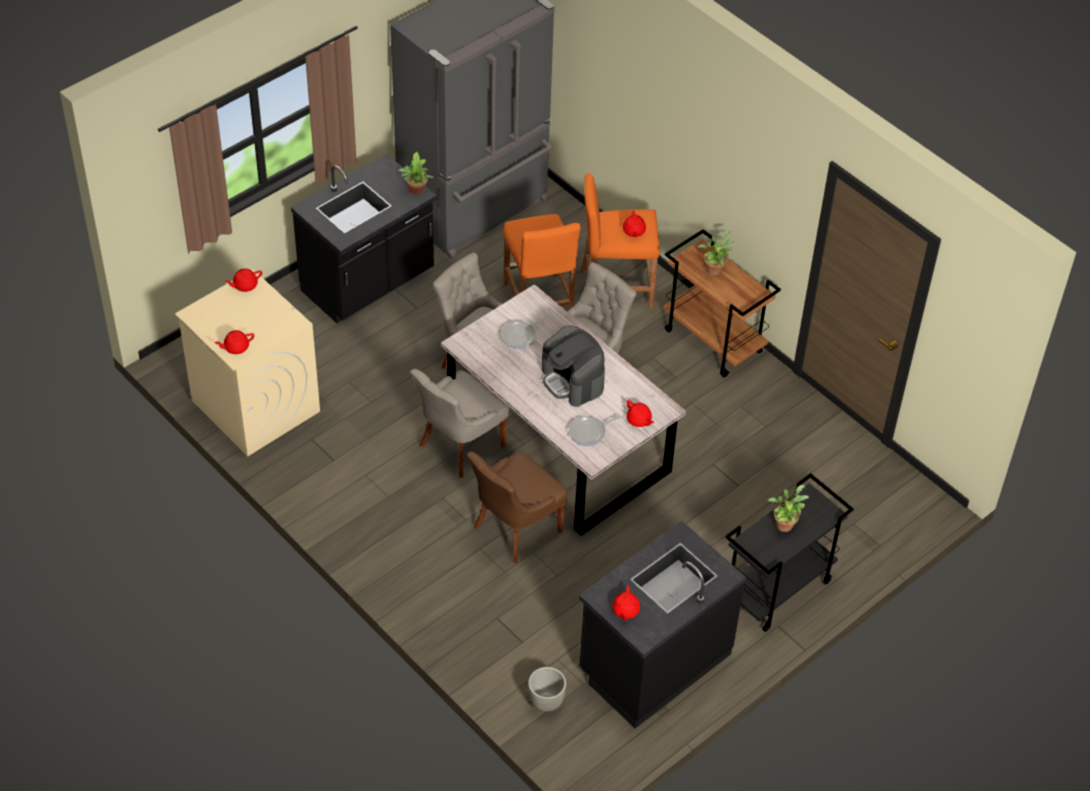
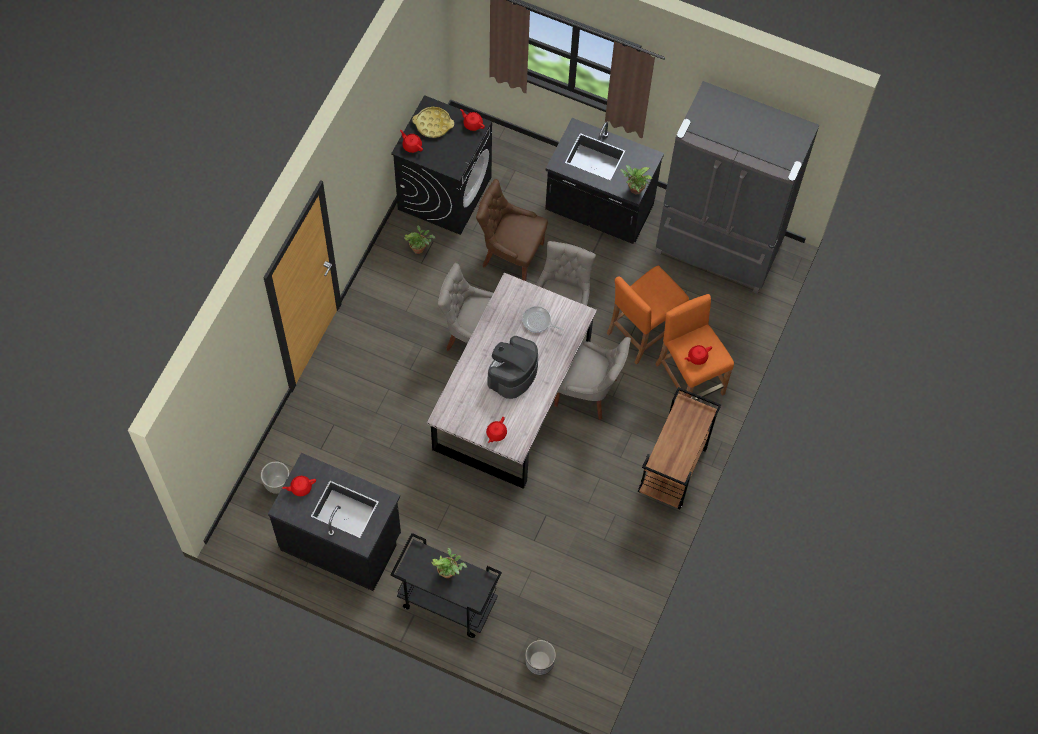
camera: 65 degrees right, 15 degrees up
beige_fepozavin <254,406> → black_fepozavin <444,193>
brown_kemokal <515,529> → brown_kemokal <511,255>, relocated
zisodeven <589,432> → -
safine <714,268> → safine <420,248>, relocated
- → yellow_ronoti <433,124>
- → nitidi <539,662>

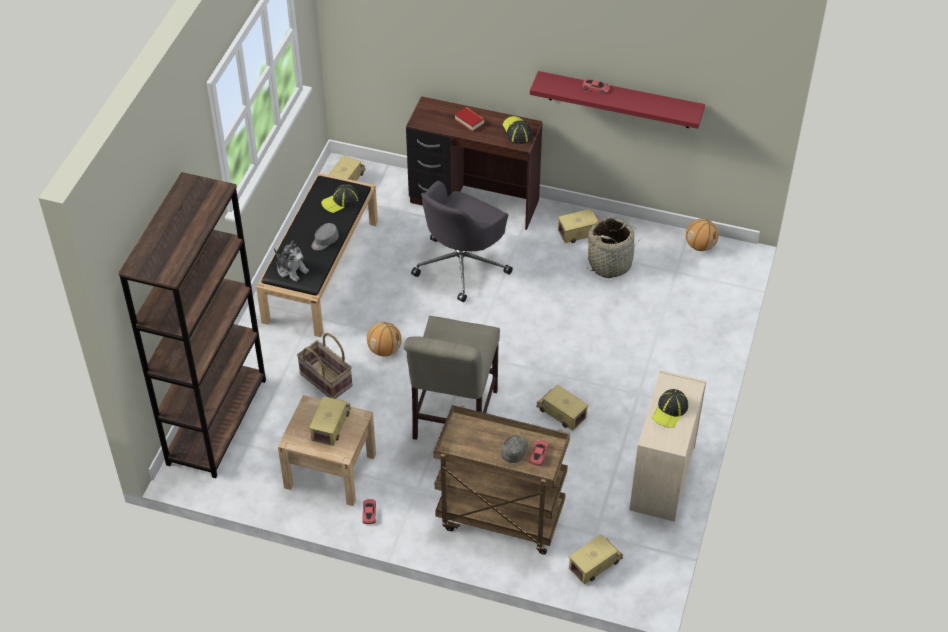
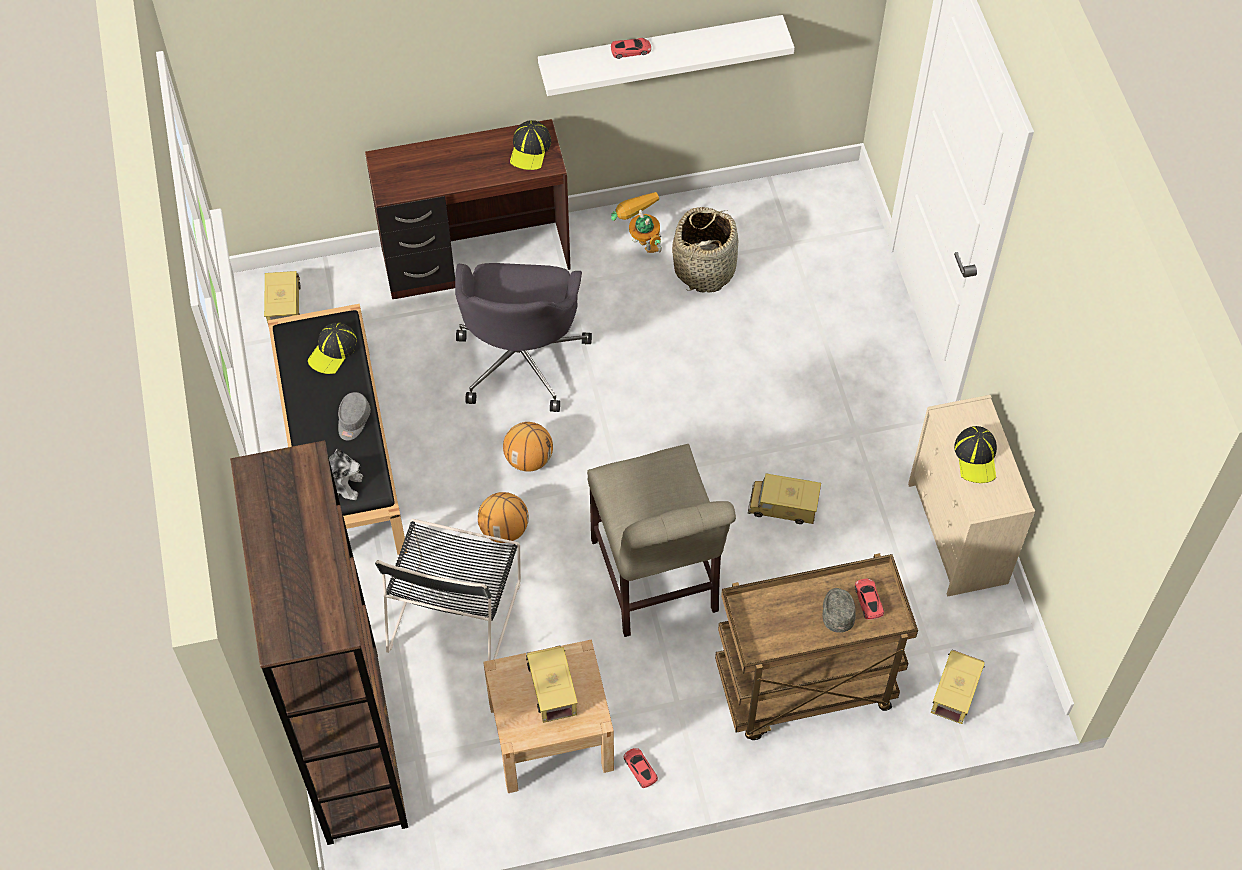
camera: 30 degrees left, 10 degrees up
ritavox <325,380> → black_kemokal <456,612>
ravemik <469,121> → -
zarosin <517,131> → zarosin <530,149>, 120 degrees counterclockwise
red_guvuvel <619,100> → white_guvuvel <660,52>
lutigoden <580,232> → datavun <640,242>
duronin <700,246> → duronin <529,459>, relocated

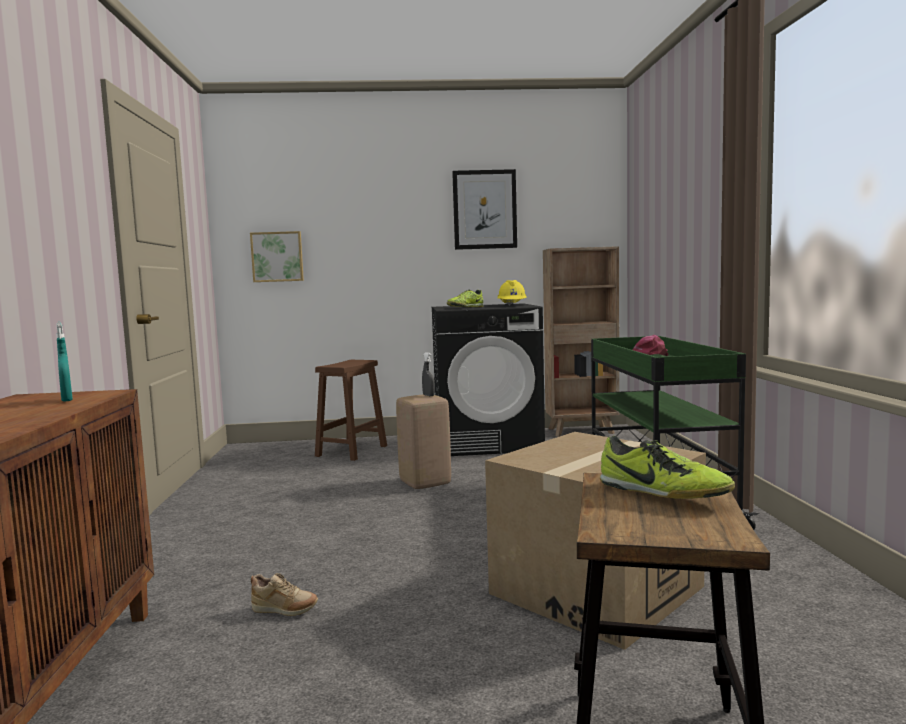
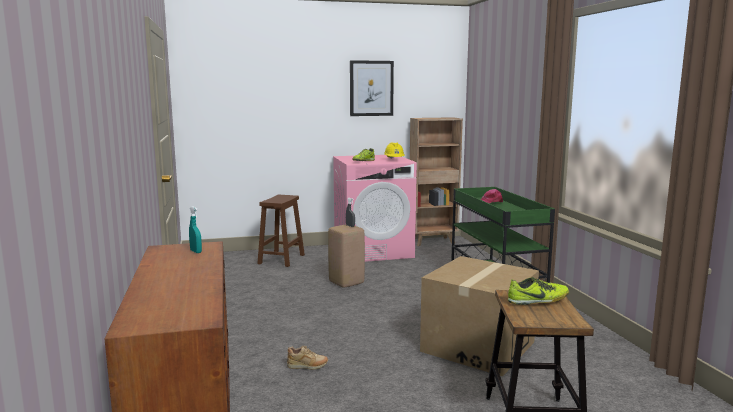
camera: 10 degrees left, 5 degrees up
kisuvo <277,257> → -
black_fepozavin <488,442> → pink_fepozavin <373,251>
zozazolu <662,492> → zozazolu <538,300>, 45 degrees counterclockwise

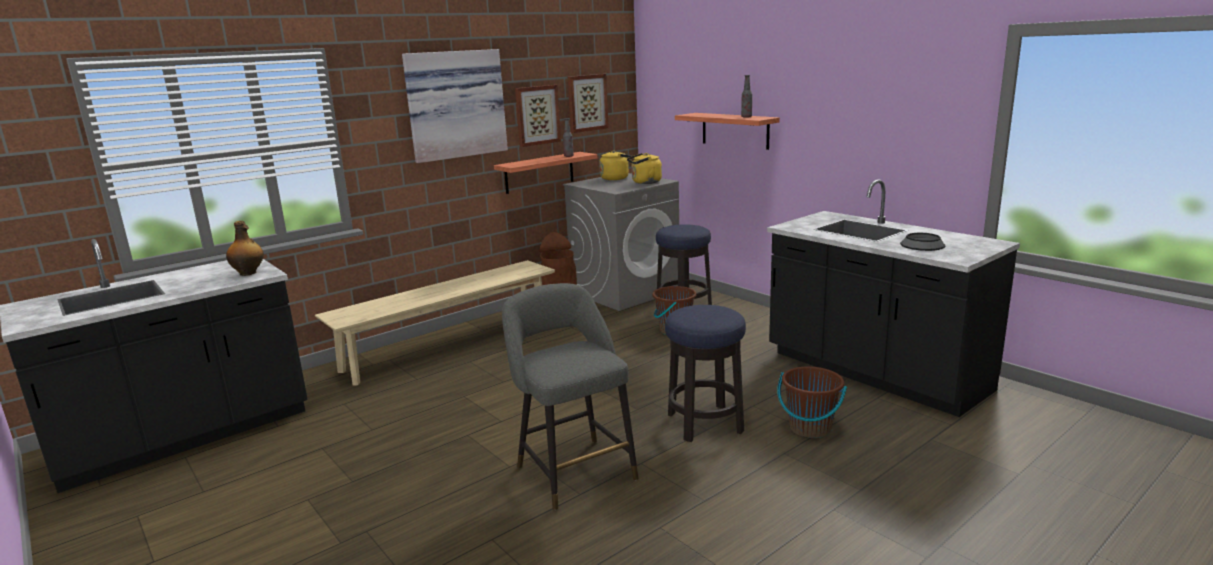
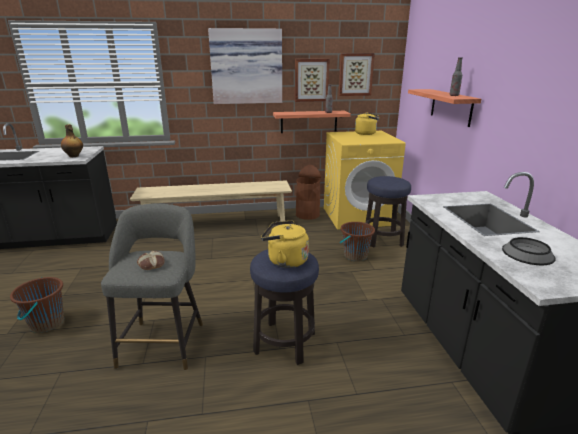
camera: 30 degrees right, 5 degrees up
grey_fepozavin <625,291> → yellow_fepozavin <358,216>
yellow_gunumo <644,182> → yellow_gunumo <285,260>, relocated
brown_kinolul <810,428> → brown_kinolul <46,323>, relocated
- → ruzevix <151,264>

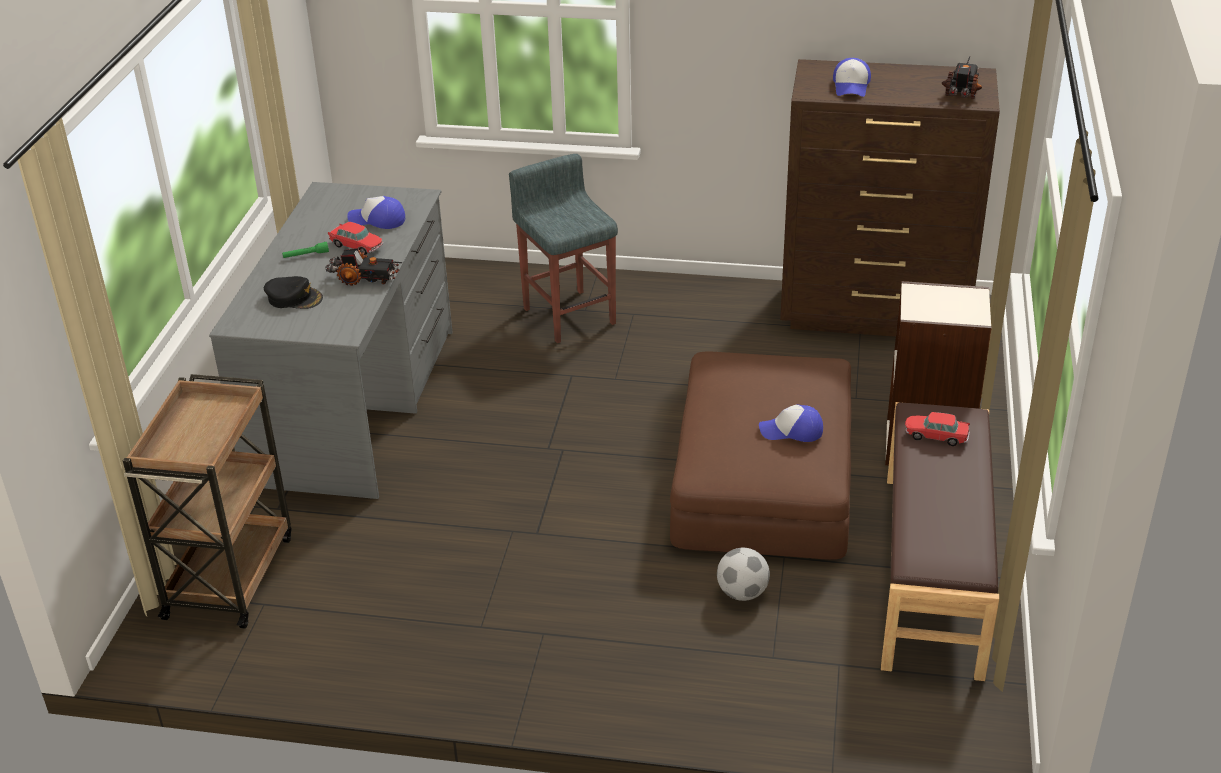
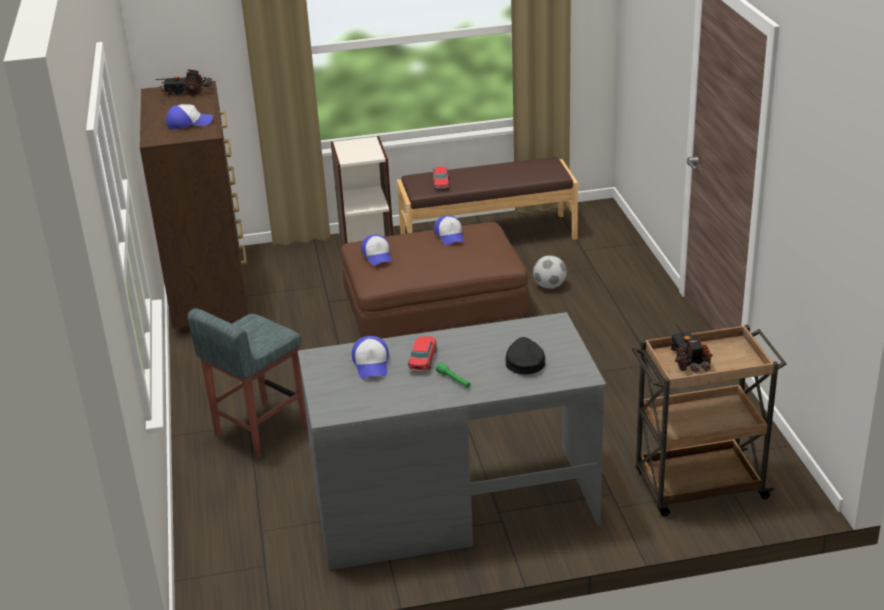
camera: 110 degrees left, 5 degrees down
lutigoden <365,279> → lutigoden <689,361>, relocated
- → zarosin <377,255>

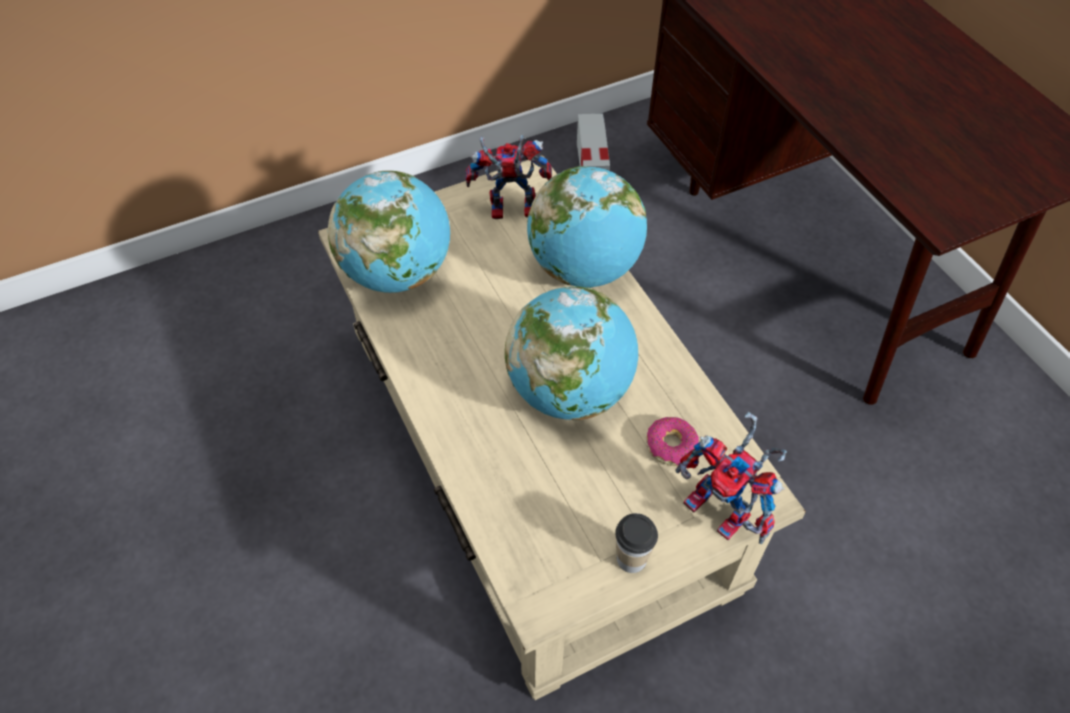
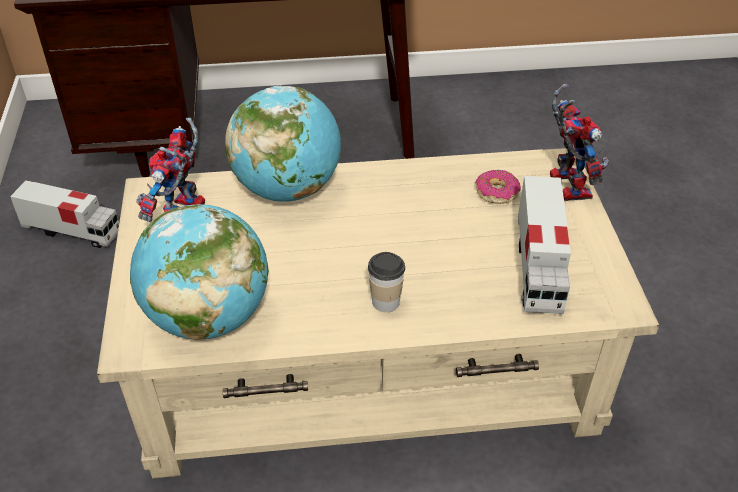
camera: 70 degrees left, 10 degrees down
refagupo <570,391> → -
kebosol <631,558> → kebosol <385,302>, relocated
datavun <724,511> → datavun <564,183>, 75 degrees counterclockwise
- → lutigoden <538,267>

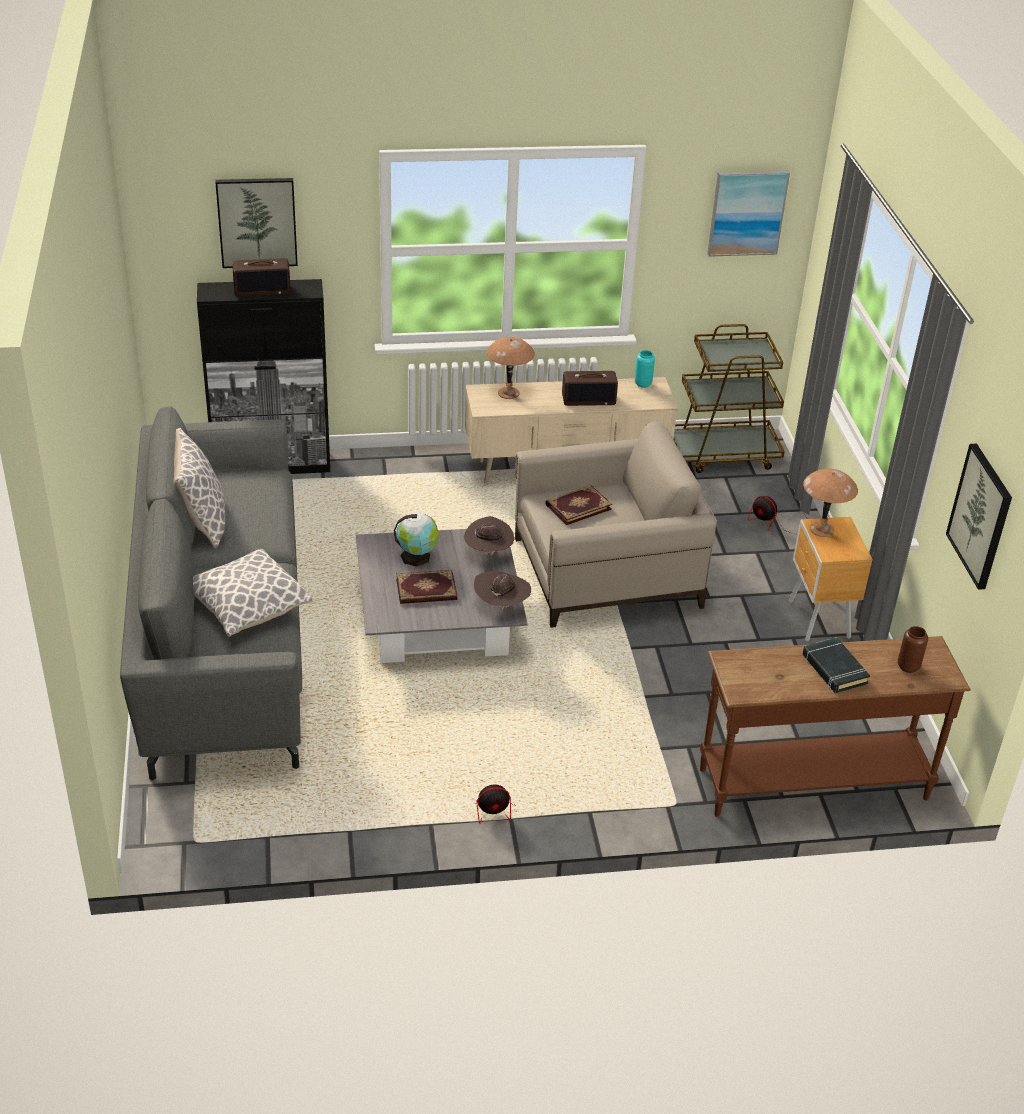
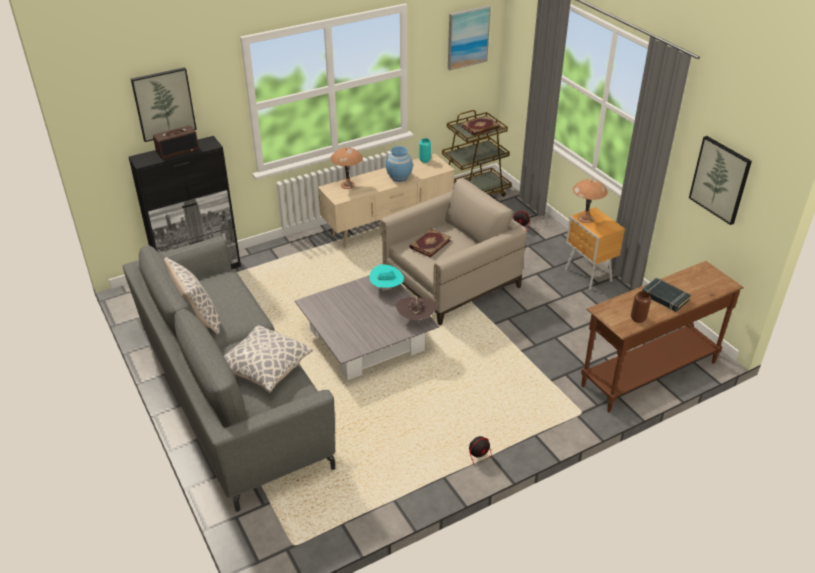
camera: 20 degrees left, 0 degrees up
refagupo <417,556> → -
ravemik <426,590> → ravemik <480,127>, relocated
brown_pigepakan <488,553> → turquoise_pigepakan <387,288>
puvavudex <589,399> → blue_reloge <399,177>
brown_reloge <908,667> → brown_reloge <638,319>, relocated

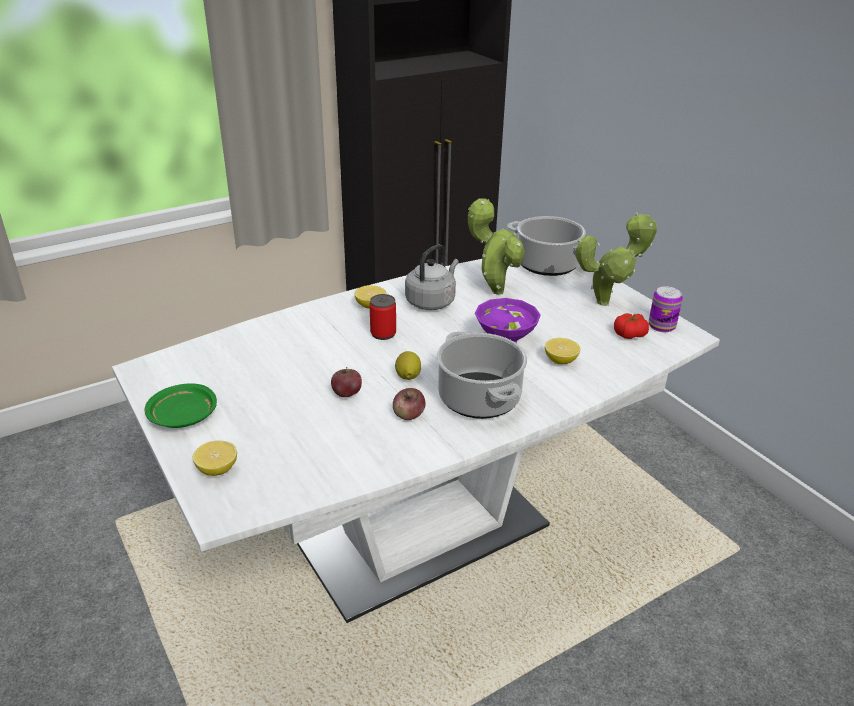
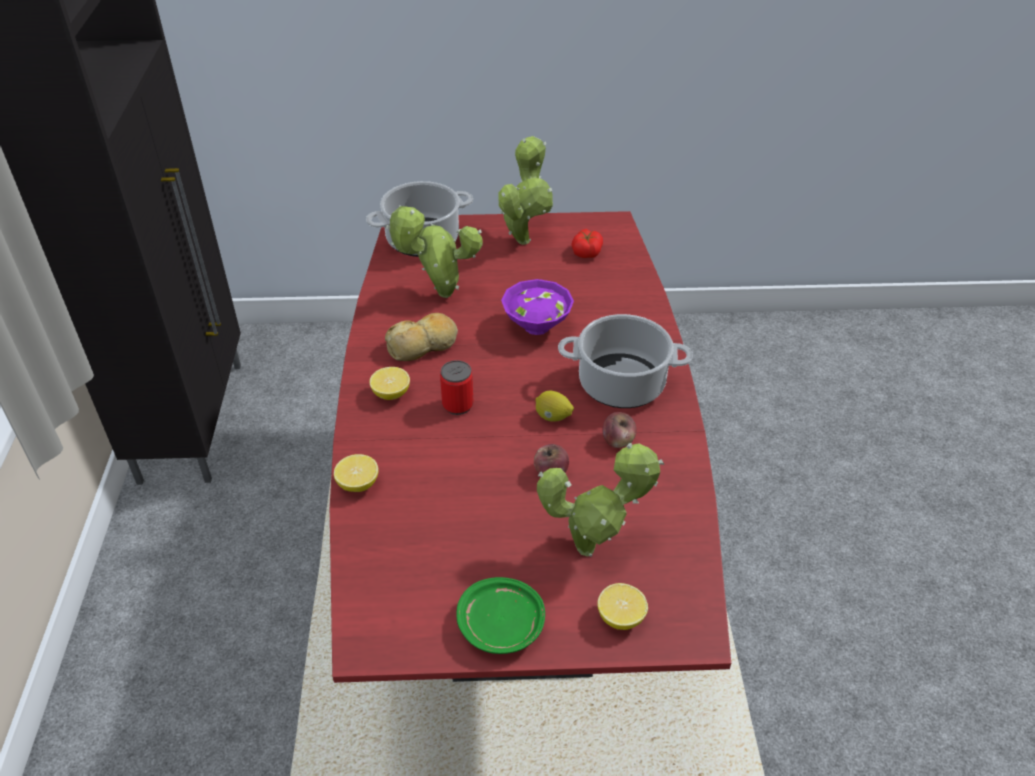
camera: 60 degrees left, 10 degrees up
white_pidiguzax <423,535> → red_pidiguzax <517,565>
grey_gunumo <432,301> → ruzevix <423,345>
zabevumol <560,361> → zabevumol <358,484>, relocated
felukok <661,326> → -
- → safine <593,547>

